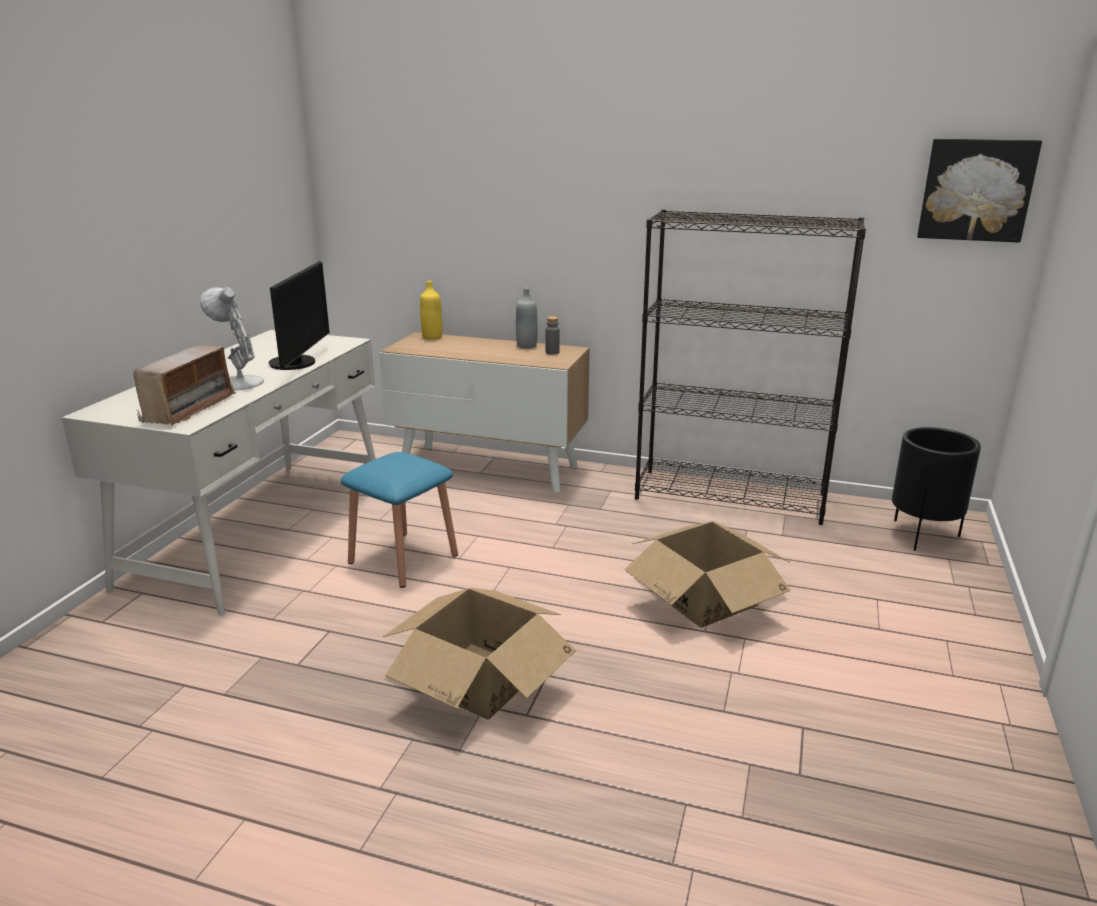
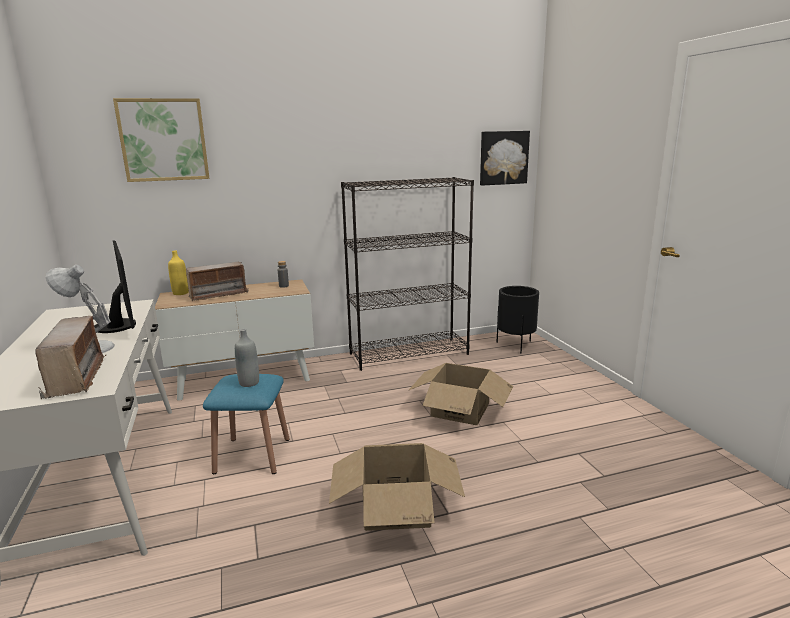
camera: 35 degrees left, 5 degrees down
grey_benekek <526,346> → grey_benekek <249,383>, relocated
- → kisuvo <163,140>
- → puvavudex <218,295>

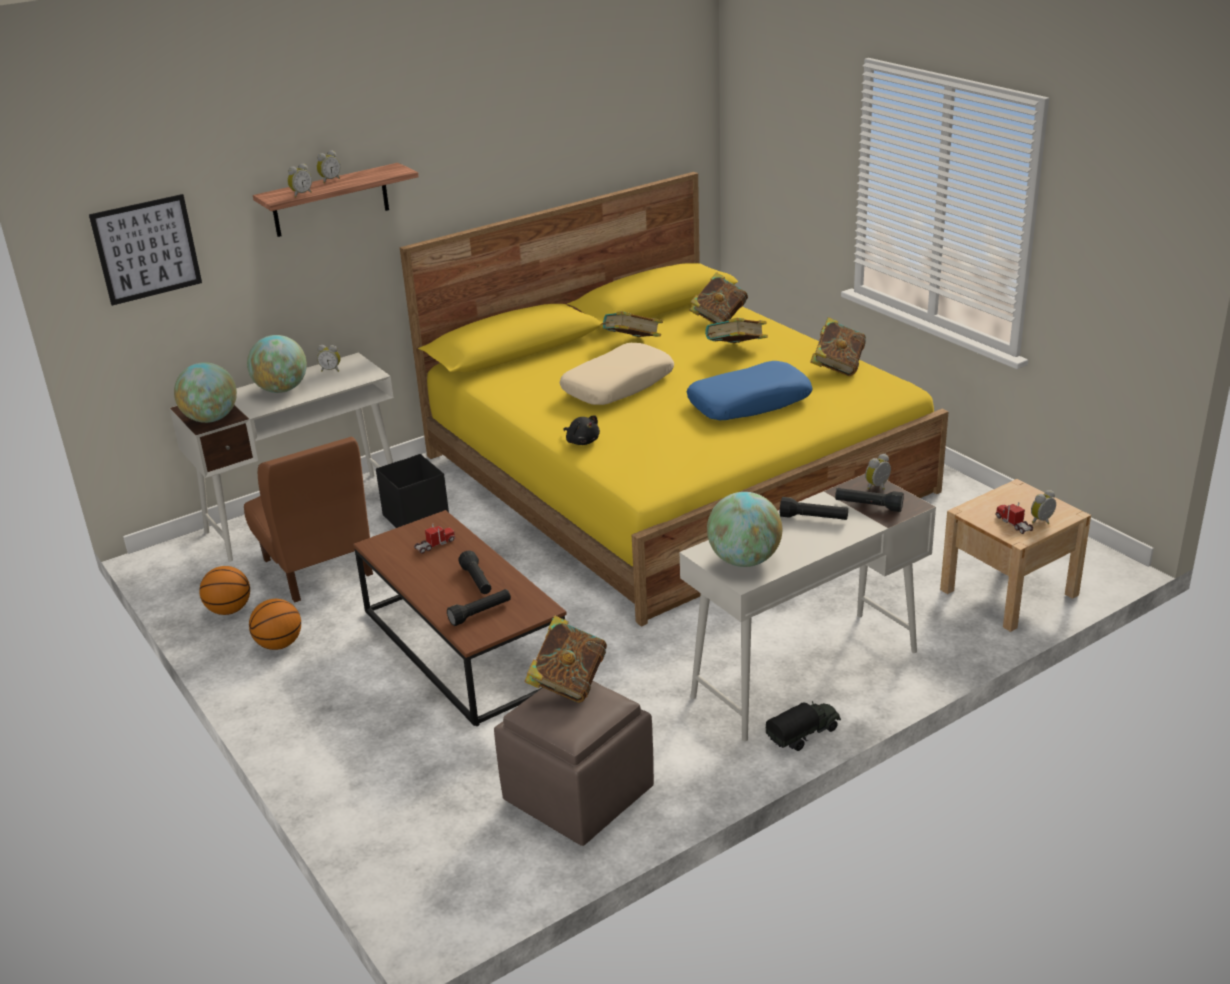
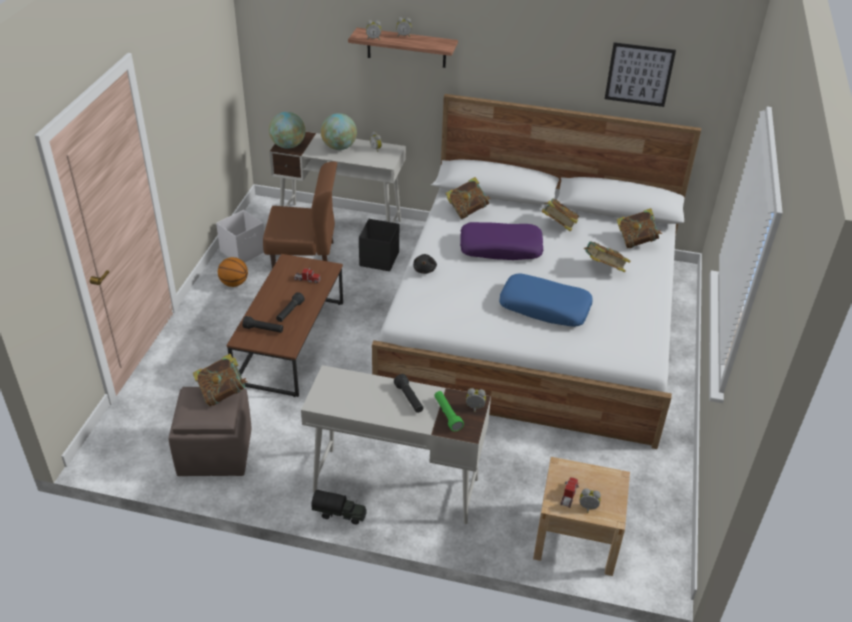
camera: 45 degrees right, 10 degrees up
kisuvo <146,249> → kisuvo <639,74>, relocated
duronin <229,610> → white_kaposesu <244,251>
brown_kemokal <317,567> → brown_kemokal <303,255>, 105 degrees counterclockwise
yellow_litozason <673,472> → white_litozason <534,322>
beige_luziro <617,385> → purple_luziro <501,248>
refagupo <744,560> → -
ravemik <837,367> → ravemik <467,211>, relocated
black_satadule <868,506> → green_satadule <447,415>

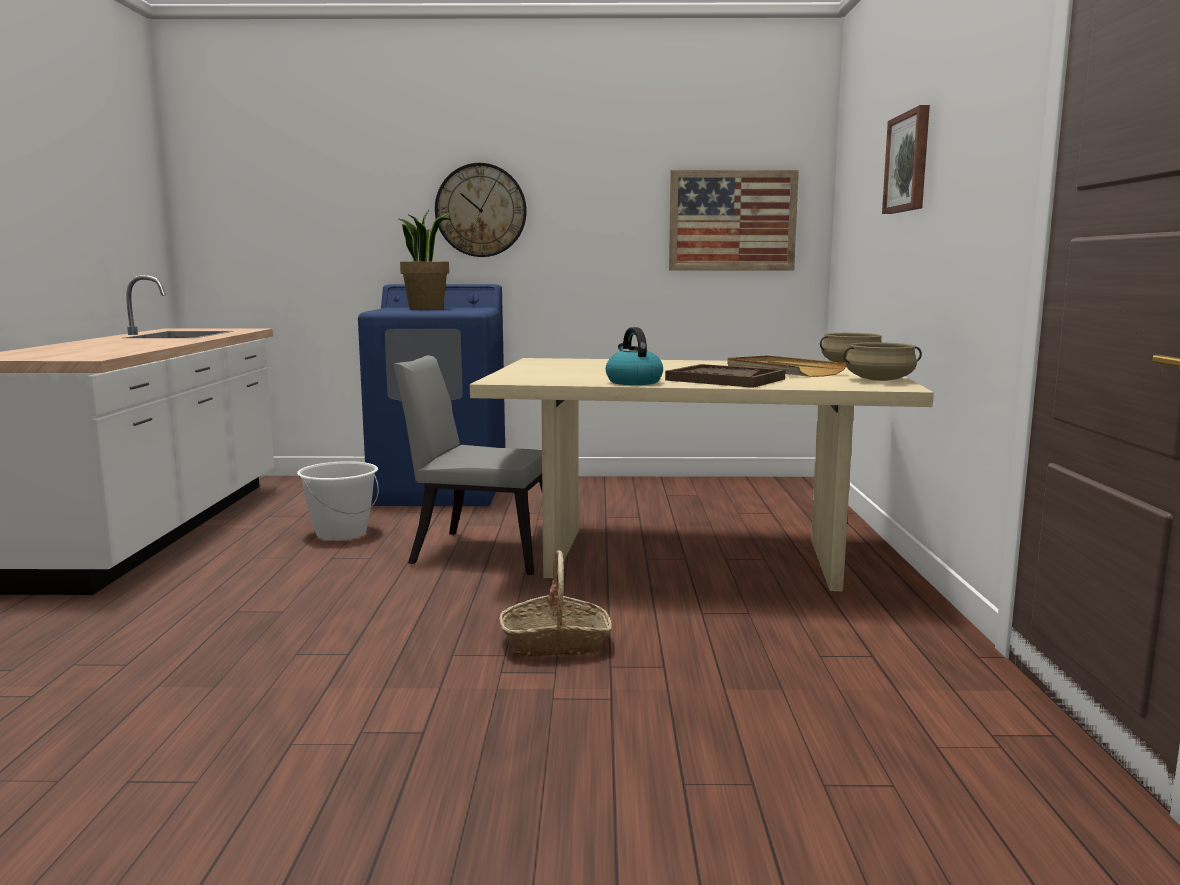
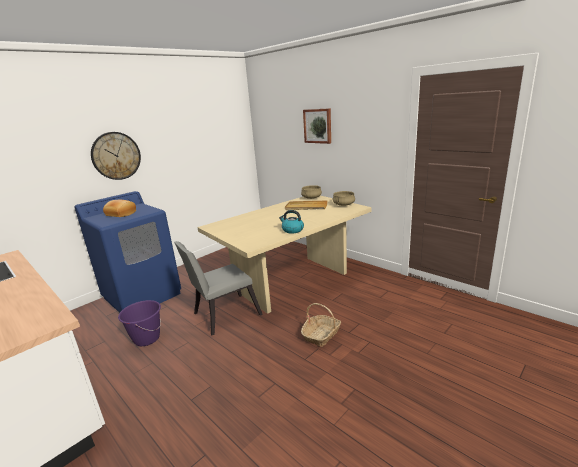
camera: 45 degrees left, 10 degrees up
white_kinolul <341,533> → purple_kinolul <146,338>
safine <426,309> → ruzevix <120,214>
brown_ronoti <724,379> → -
kisuvo <732,220> → -

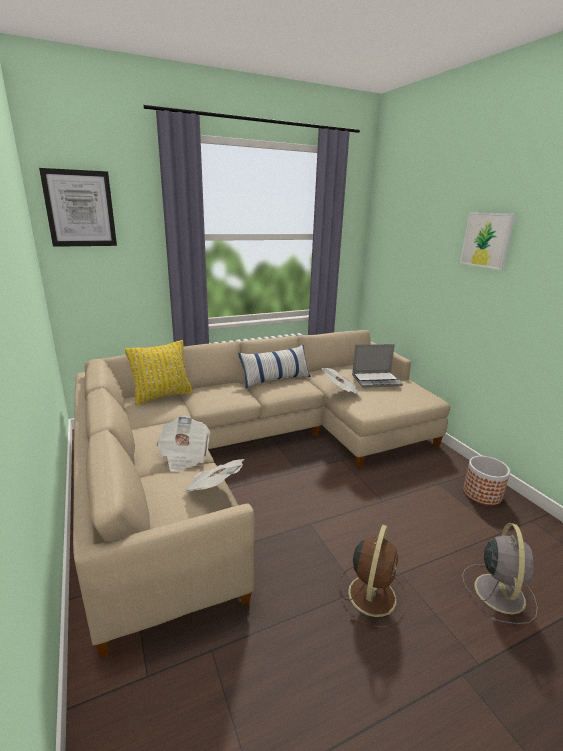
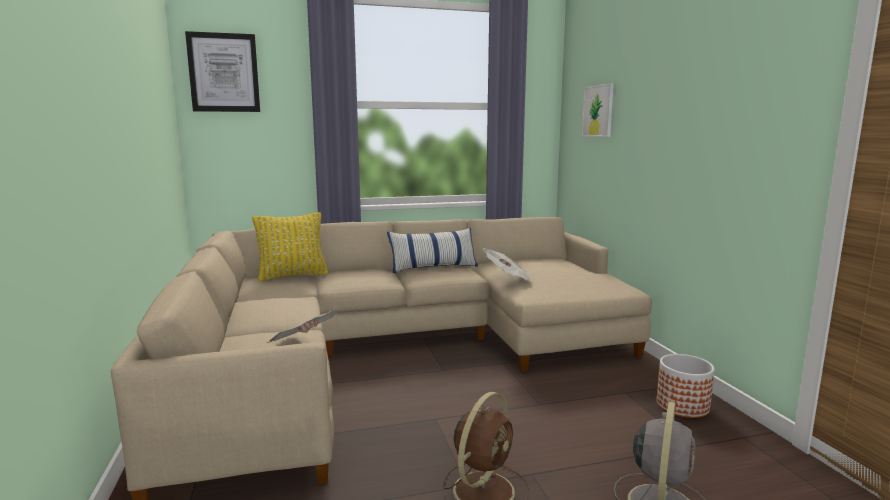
camera: 10 degrees right, 10 degrees down
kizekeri <184,456> → -
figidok <376,380> → -
kisuvo <486,240> → kisuvo <598,111>, relocated

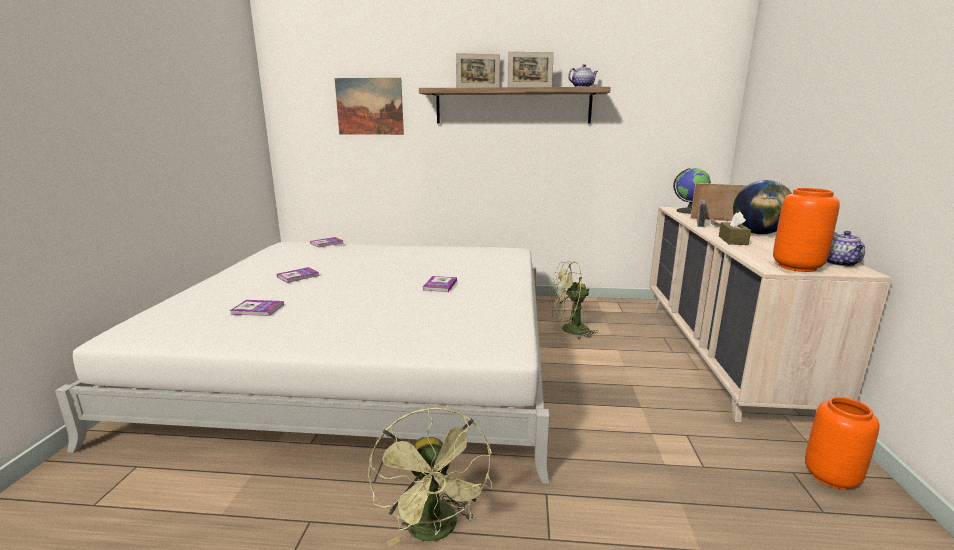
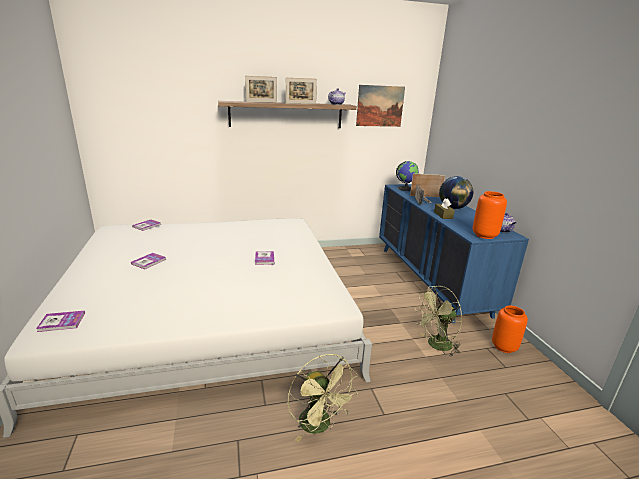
camera: 20 degrees left, 5 degrees up
ravemik <257,309> → ravemik <61,322>, relocated
kisuvo <369,106> → kisuvo <380,106>, relocated
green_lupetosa <569,330> → green_lupetosa <436,345>, relocated
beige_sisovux <720,353> → blue_sisovux <431,279>

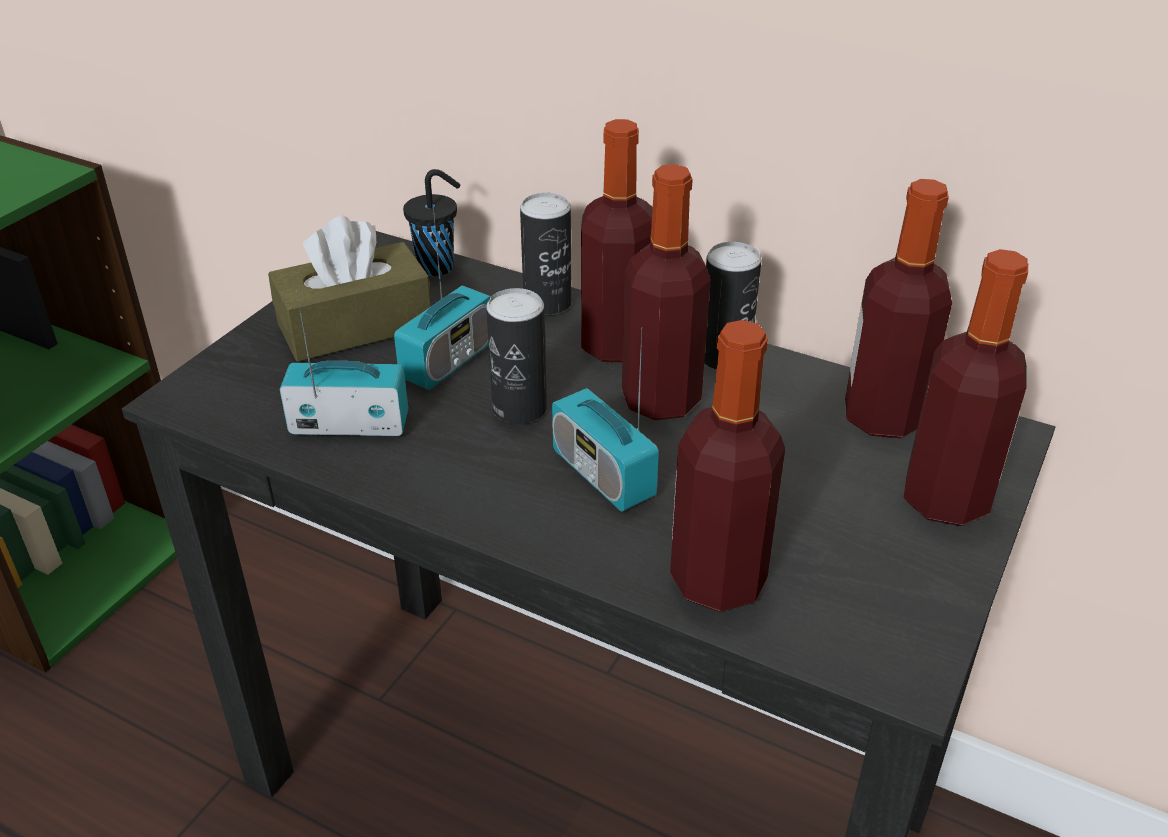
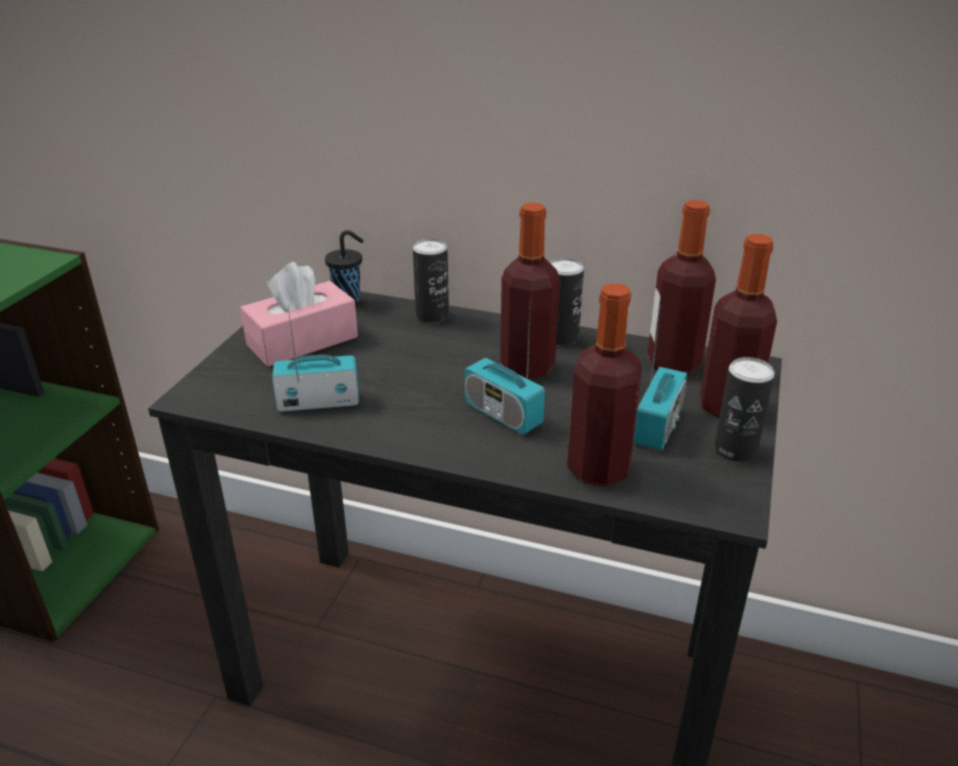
camera: 10 degrees left, 5 degrees down
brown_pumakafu <355,326> → pink_pumakafu <302,341>
puvavudex <448,361> → puvavudex <658,427>, relocated
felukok <519,408> → felukok <735,450>, relocated
benekek <616,345> → -

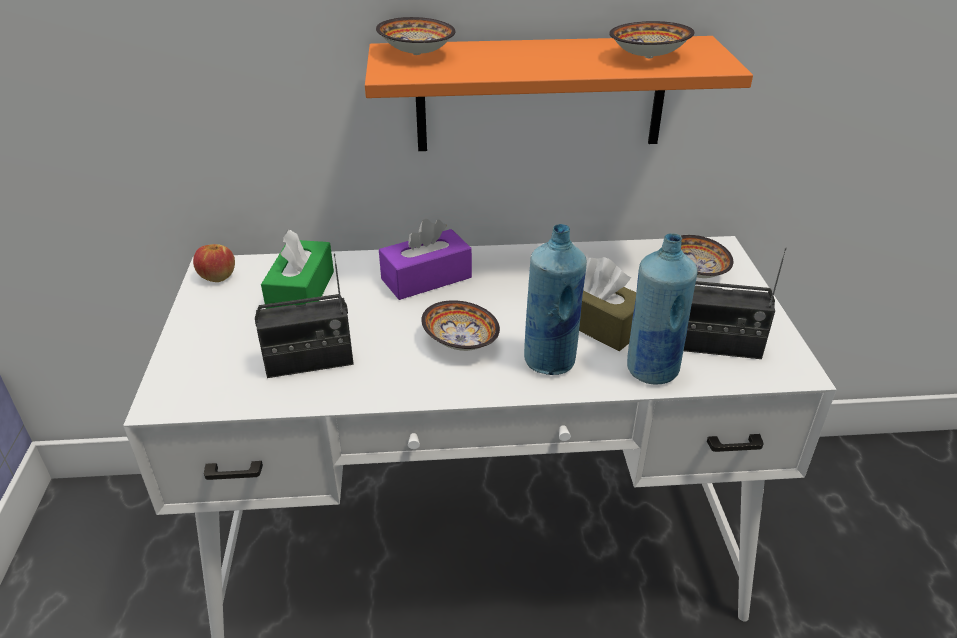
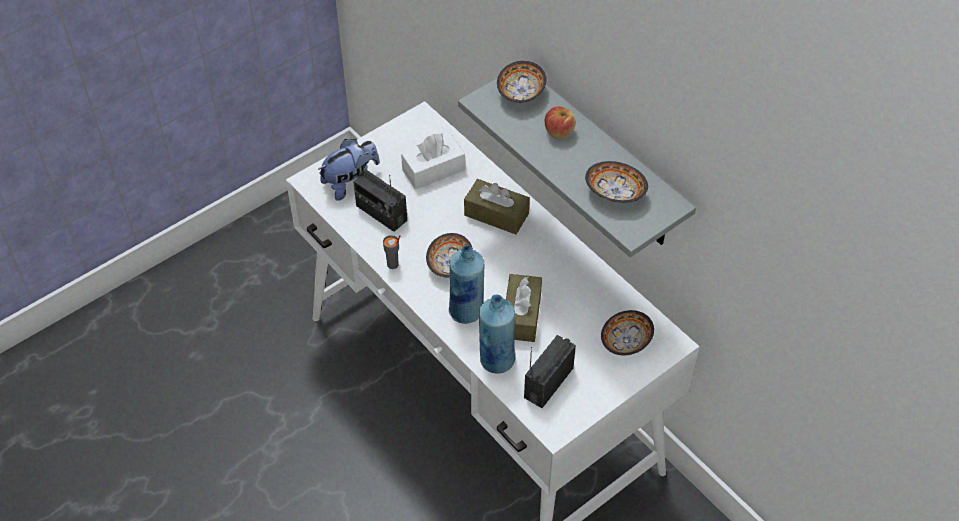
camera: 55 degrees right, 15 degrees up
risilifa <217,276> → risilifa <559,131>, relocated
green_pumakafu <301,292> → white_pumakafu <433,170>
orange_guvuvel <540,94> → grey_guvuvel <601,161>
purple_pumakafu <426,278> → brown_pumakafu <496,214>
puvavudex <717,345> → puvavudex <548,382>, 60 degrees clockwise
- → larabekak <351,183>
- → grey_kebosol <393,264>

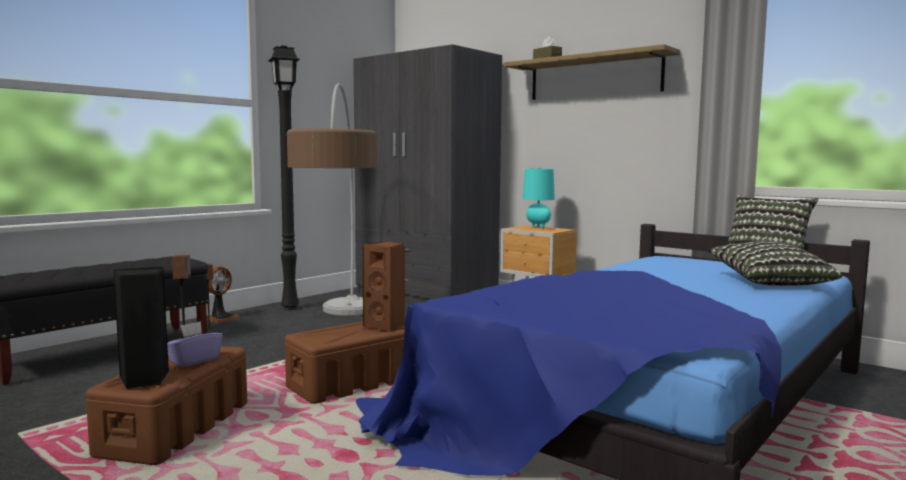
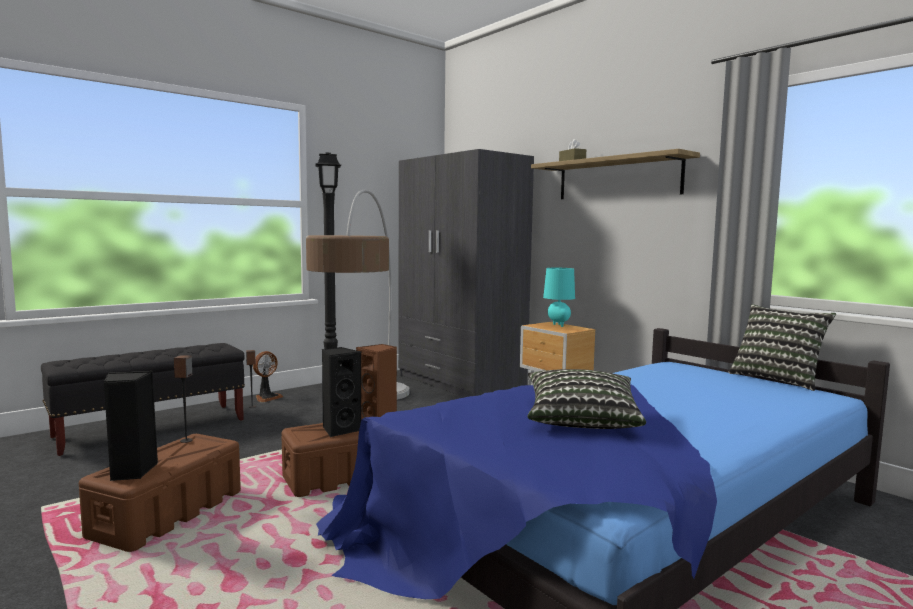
camera: 10 degrees right, 0 degrees up
purple_pumakafu <194,360> → -
luziro <770,282> → luziro <581,419>, relocated
- → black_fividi <340,429>

